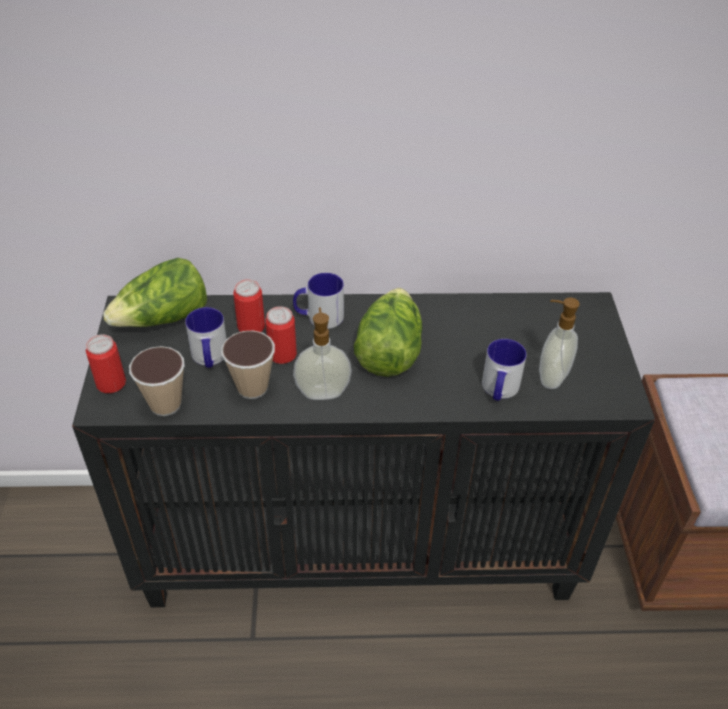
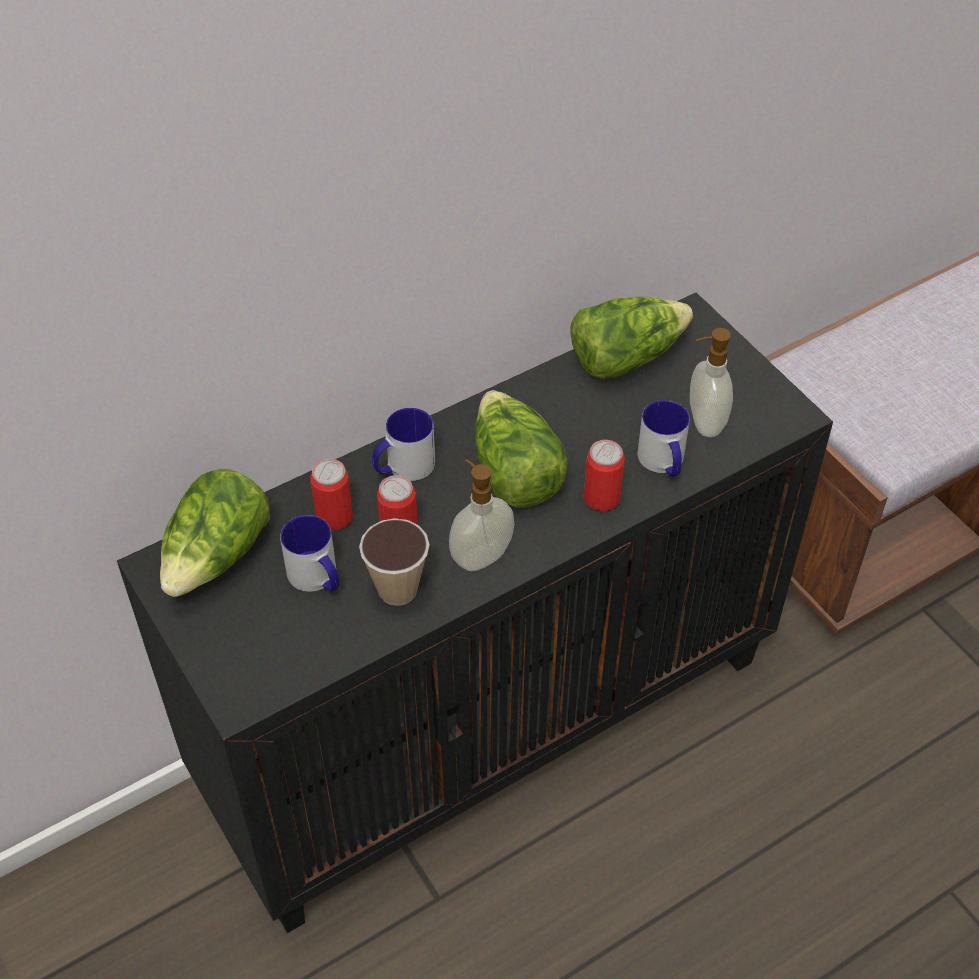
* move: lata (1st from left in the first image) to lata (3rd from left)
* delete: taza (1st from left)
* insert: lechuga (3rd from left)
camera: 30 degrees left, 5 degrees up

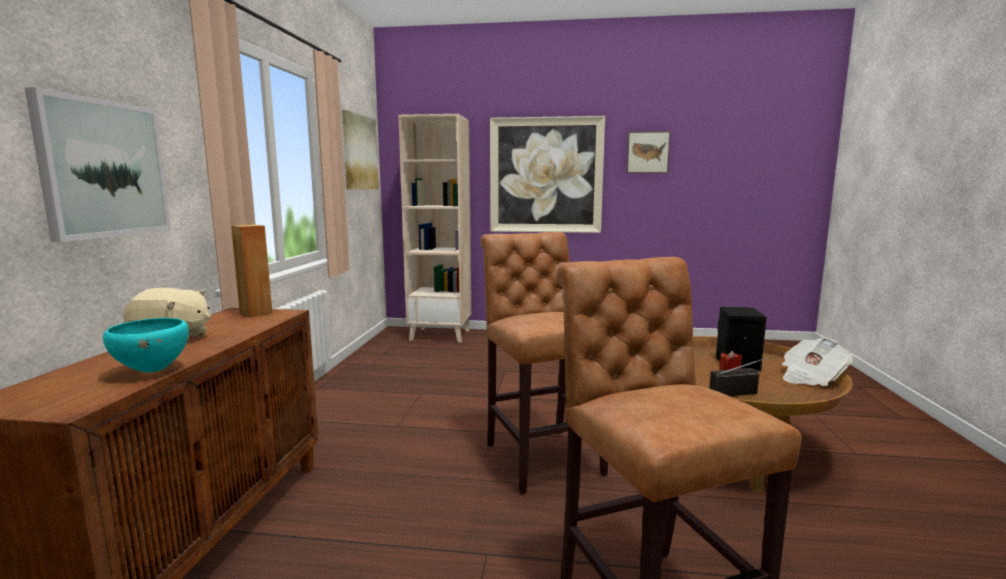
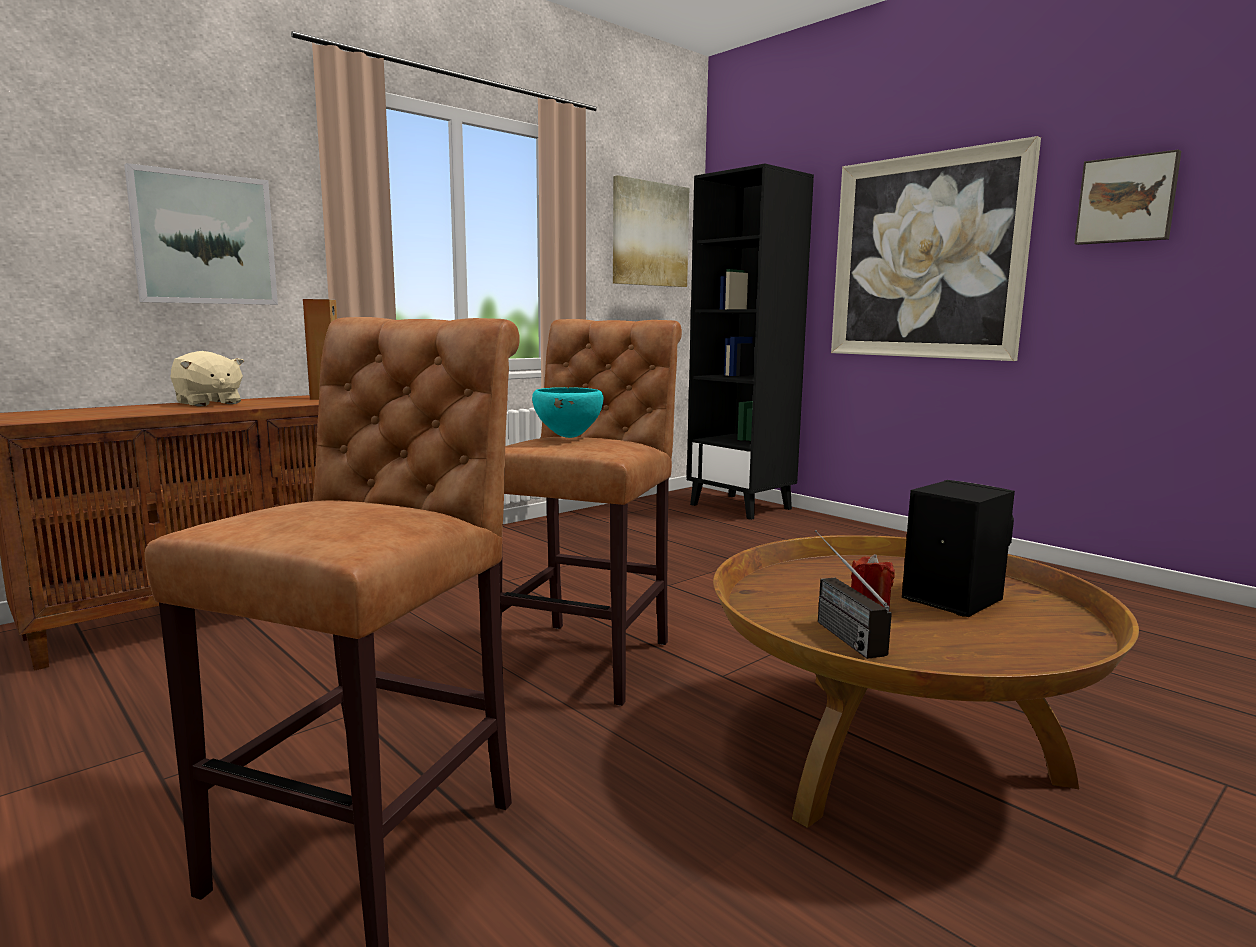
* move: cuenco/turquesa
* recolor: estantería/beis to estantería/negro
* rotate: radio 135 degrees counterclockwise
* delete: periódico
camera: 40 degrees right, 0 degrees up

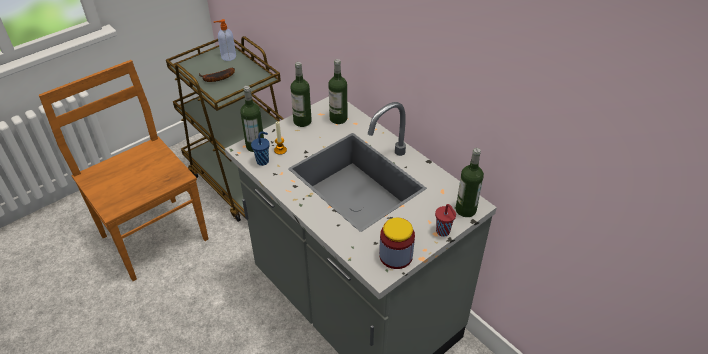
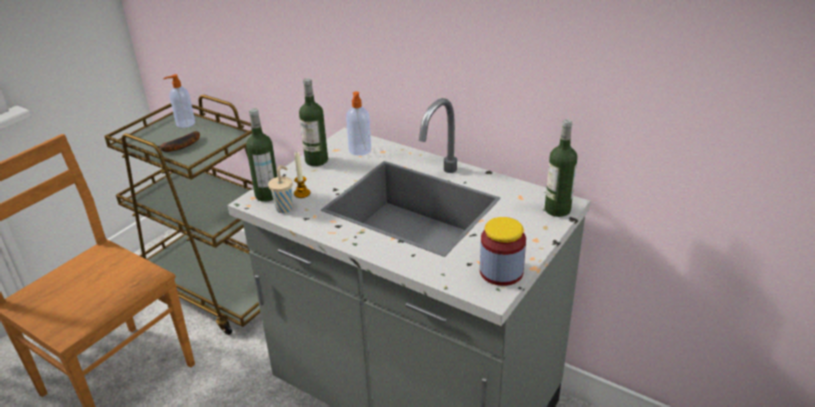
* recolor: taza/azul to taza/beis
* replace: botella (3rd from left) to dispensador de jabón (2nd from left)
* delete: taza/rojo
camera: 15 degrees left, 10 degrees down

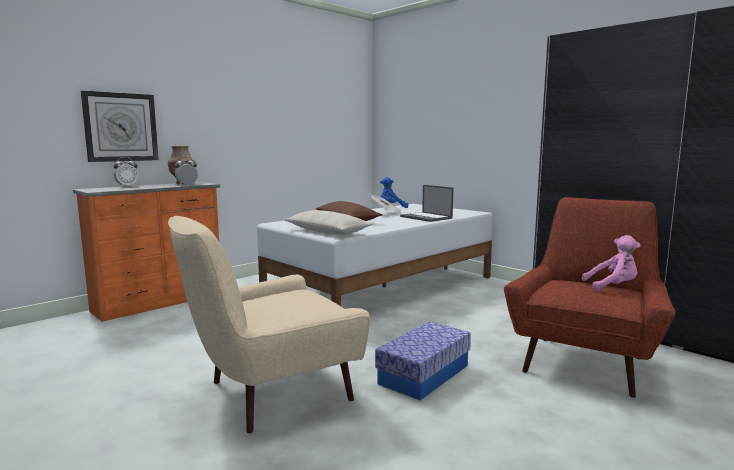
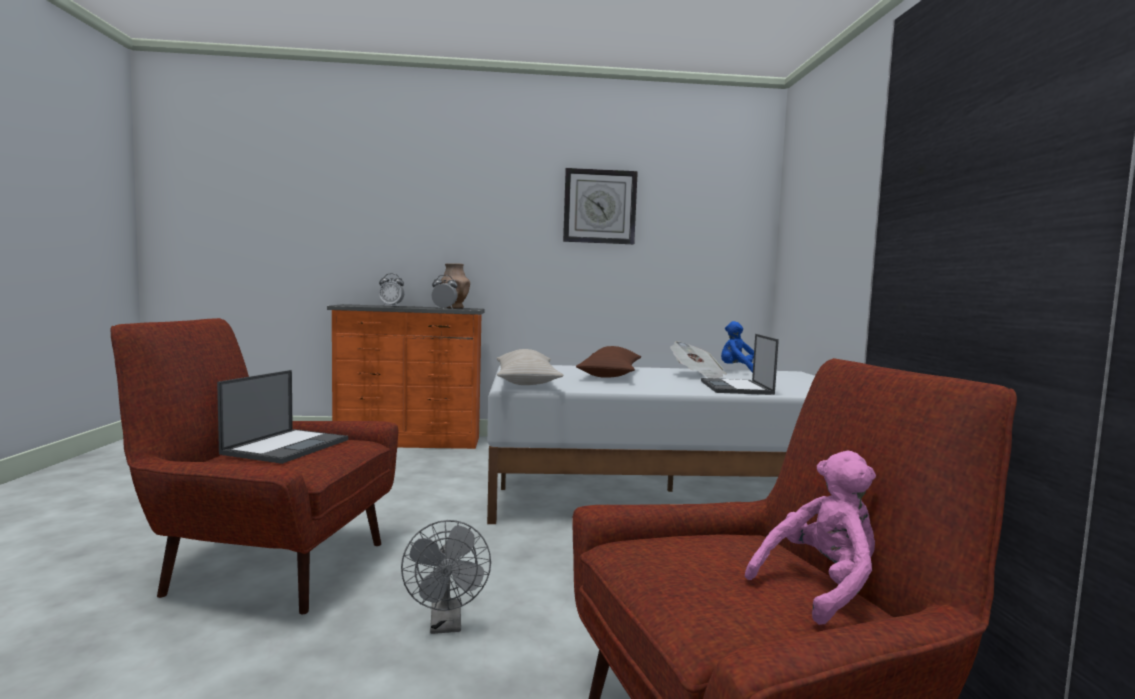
* move: reloj de pared
* recolor: sillón/beis to sillón/rojo (1st from left)
* replace: caja de almacenaje to ventilador/gris
* rotate: peluche/rosa 75 degrees counterclockwise
* insert: portátil (1st from left)
camera: 40 degrees right, 5 degrees down

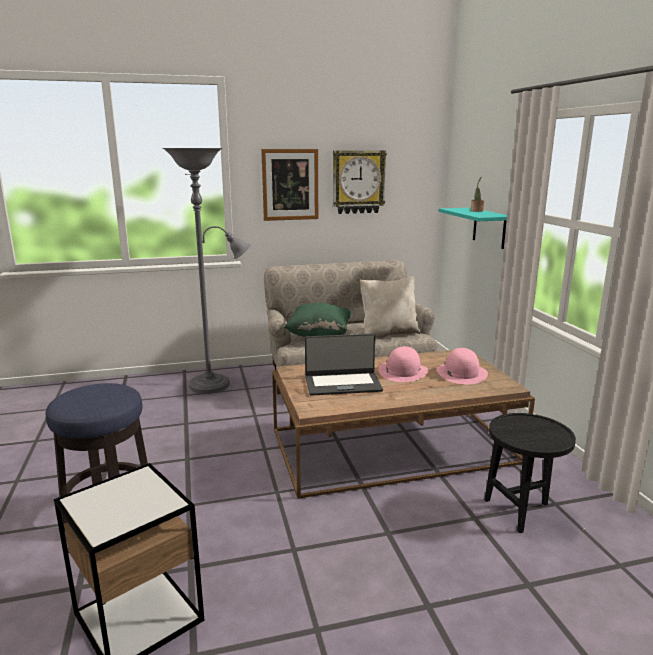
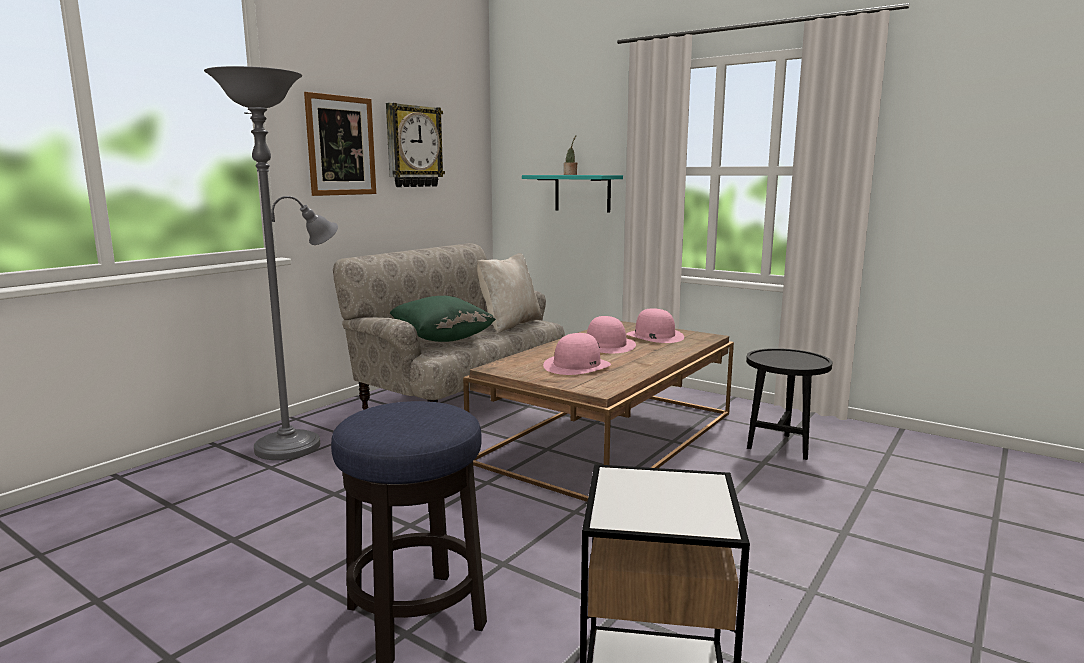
* replace: portátil to sombrero/rosa (1st from left)
camera: 40 degrees left, 5 degrees down

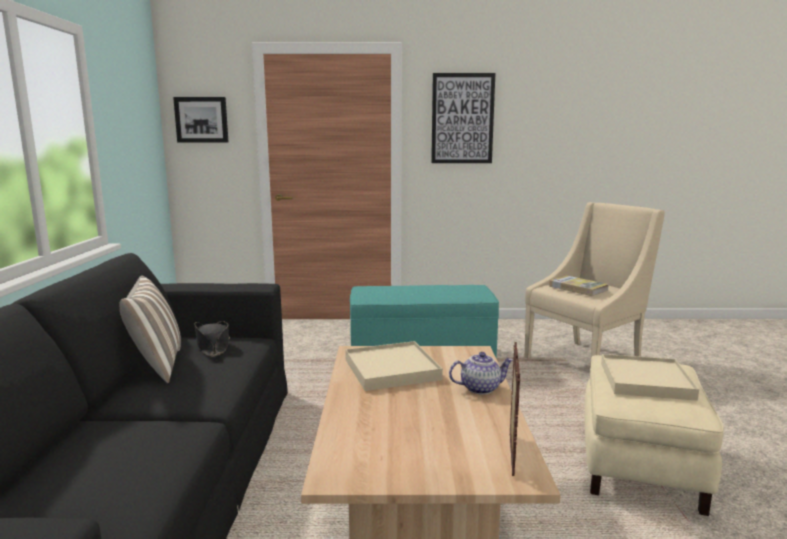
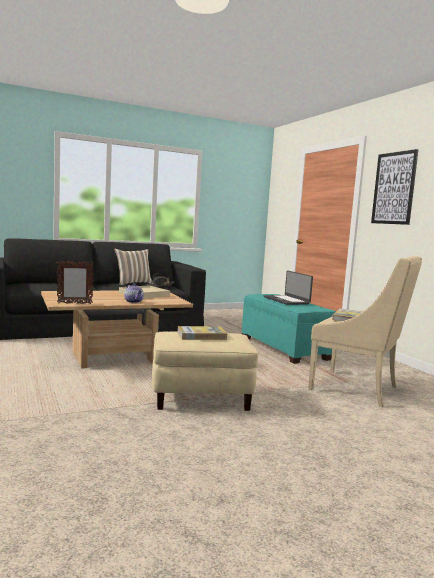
* delete: cuadro (1st from left)
* replace: bandeja/beis (2nd from left) to libro (1st from left)
* insert: portátil
camera: 65 degrees right, 5 degrees down

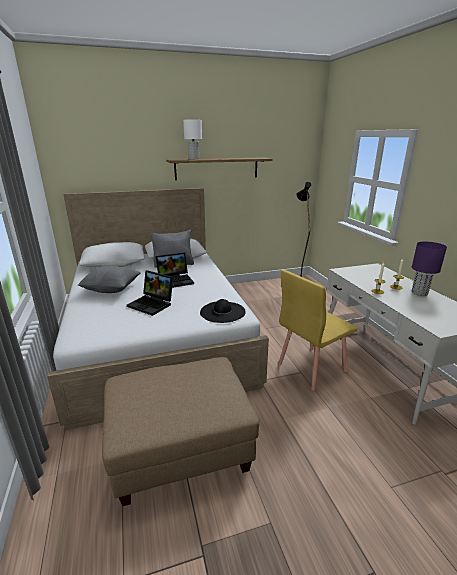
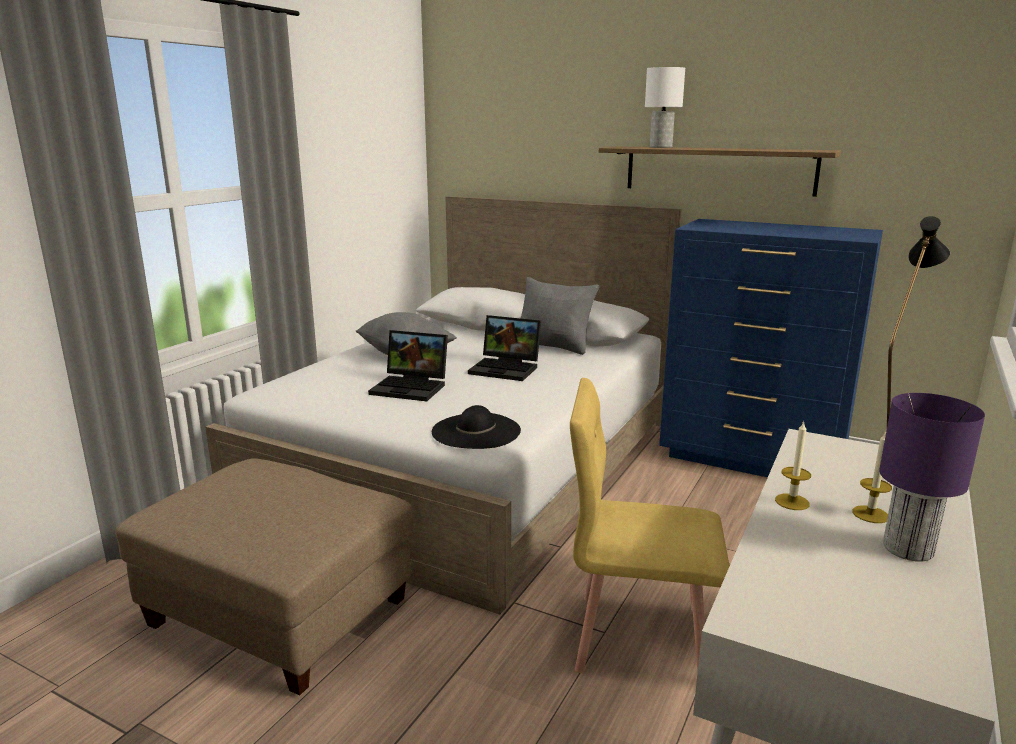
* rotate: portátil (1st from left) 60 degrees counterclockwise
* insert: cómoda/azul
camera: 45 degrees right, 5 degrees down

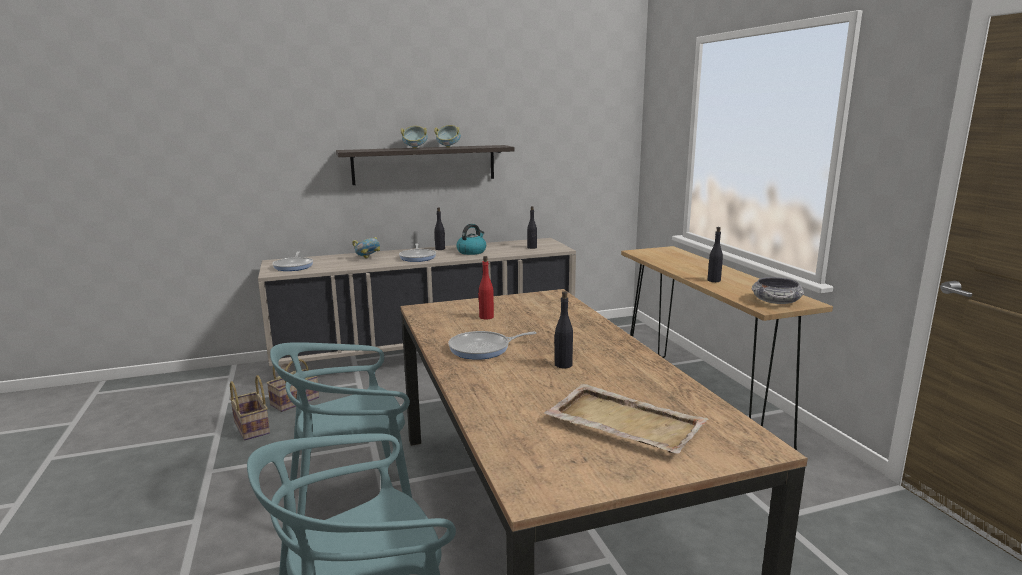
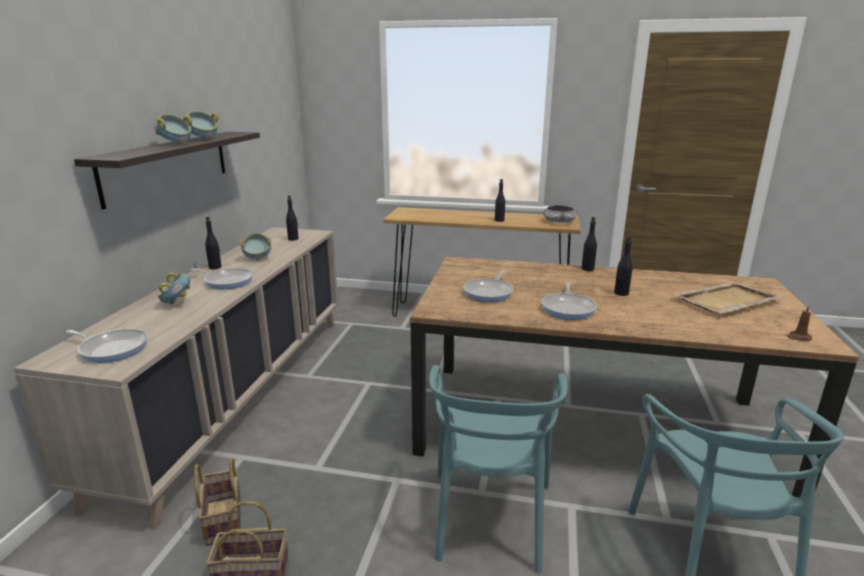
* replace: hervidor to cuenco (4th from left)
* replace: botella/rojo to sartén (3rd from left)
* insert: botella/negro (4th from left)
* insert: vela/marrón
camera: 60 degrees left, 5 degrees up

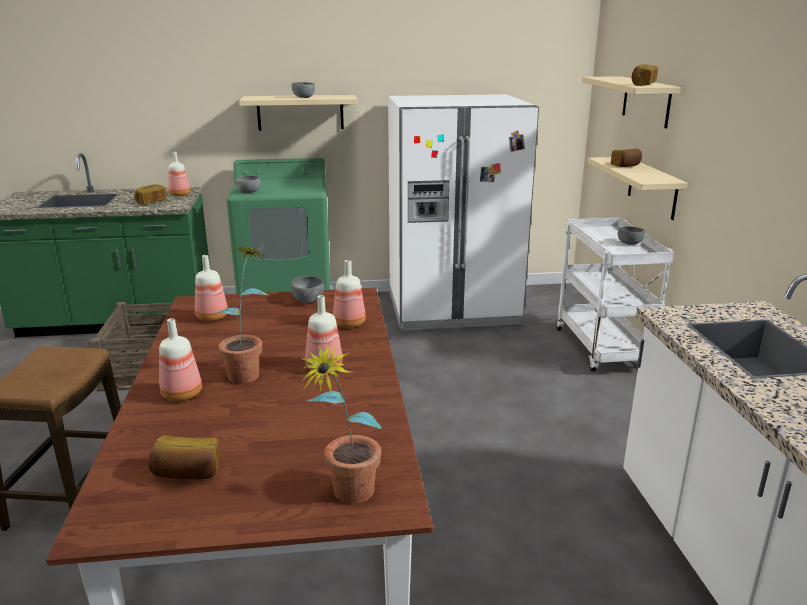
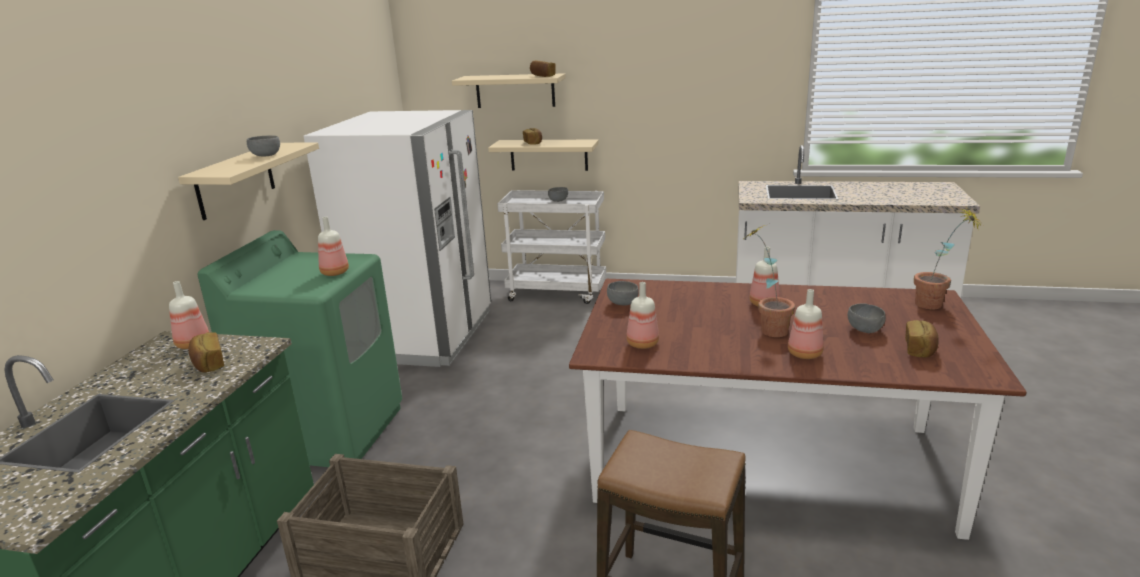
* move: cuenco/gris (1st from left in the first image) to cuenco/gris (4th from left)
* move: botella (5th from left in the first image) to botella (2nd from left)
camera: 70 degrees left, 0 degrees up

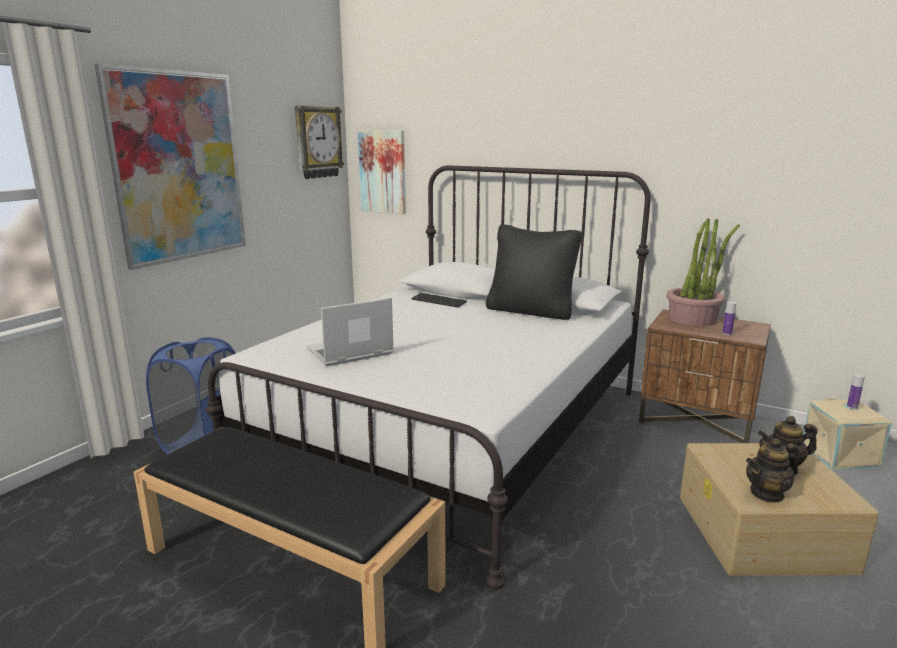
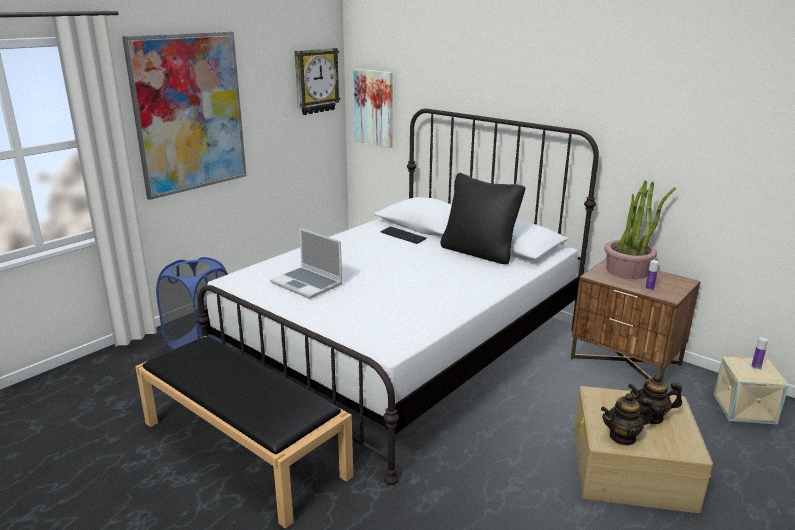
* rotate: portátil 120 degrees counterclockwise
camera: 10 degrees right, 5 degrees up

